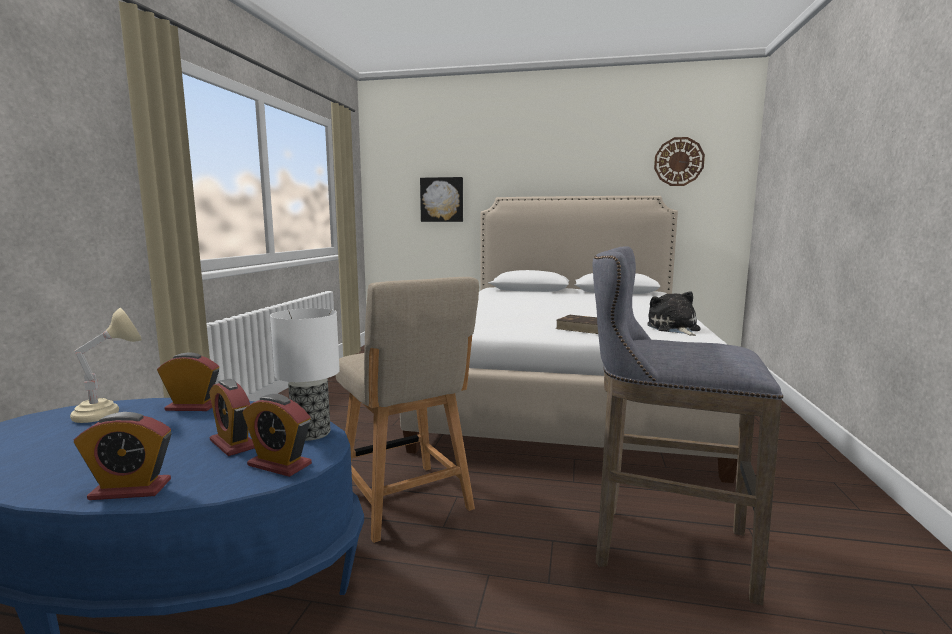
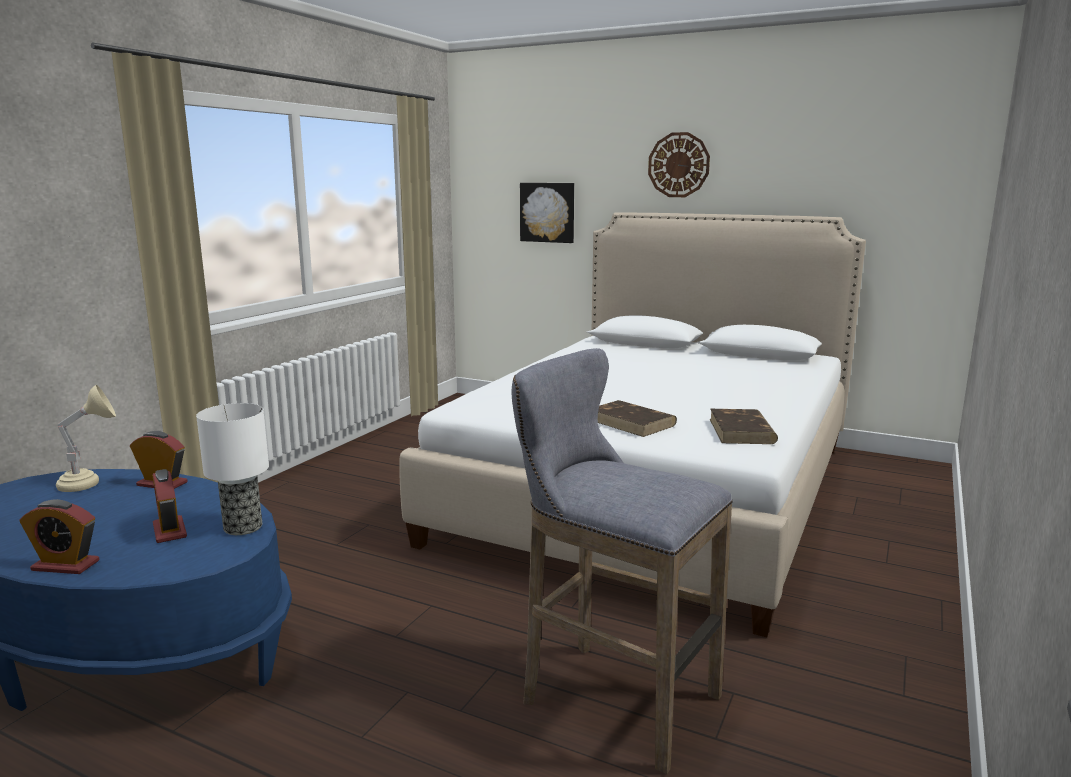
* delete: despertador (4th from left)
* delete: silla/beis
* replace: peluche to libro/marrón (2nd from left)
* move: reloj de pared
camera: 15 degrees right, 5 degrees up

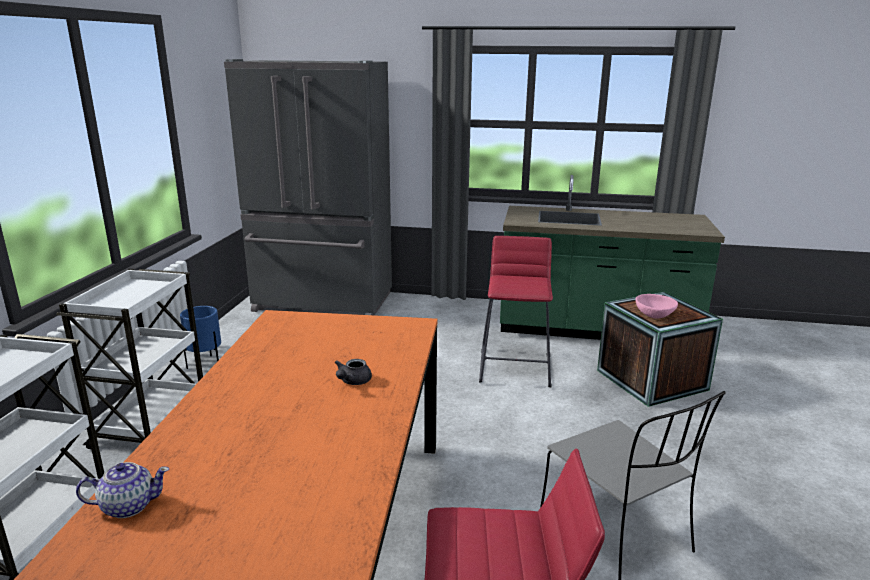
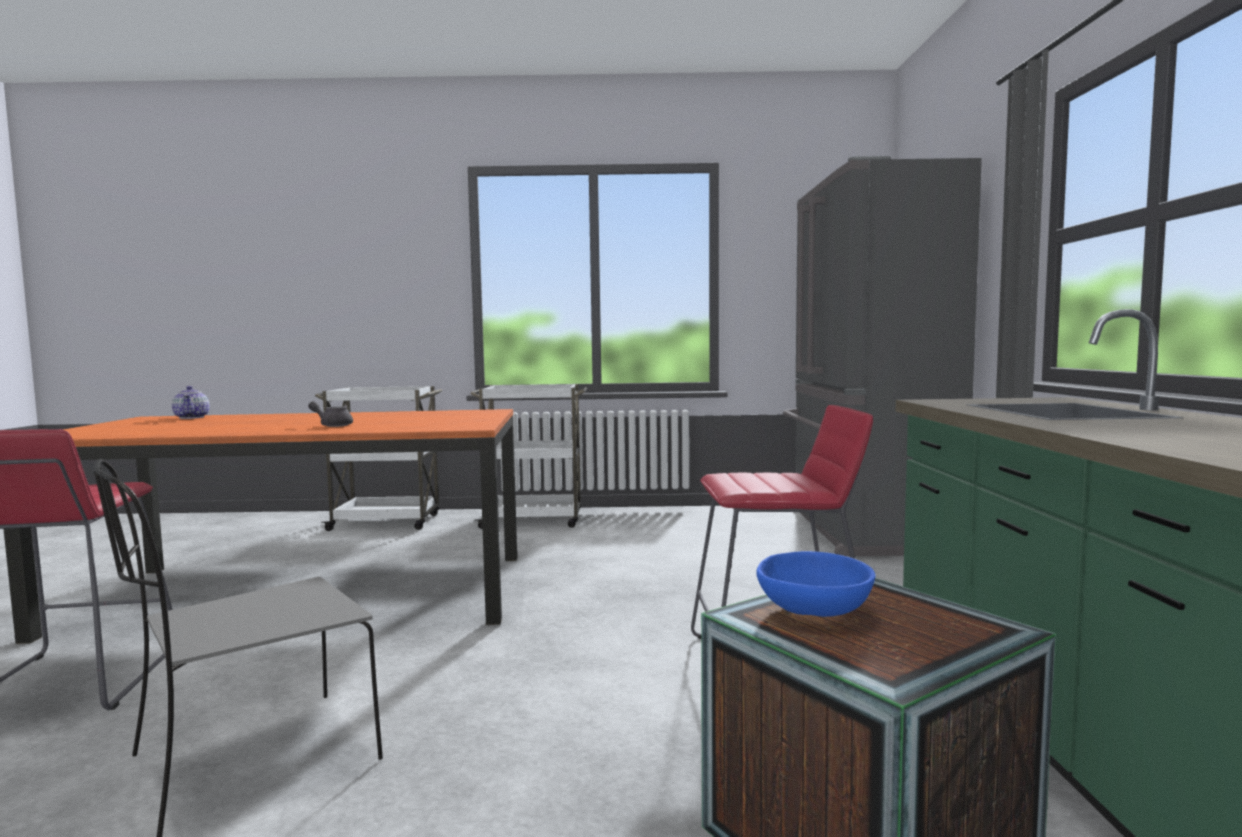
* delete: maceta/azul
* recolor: cuenco/rosa to cuenco/azul
camera: 80 degrees right, 15 degrees down

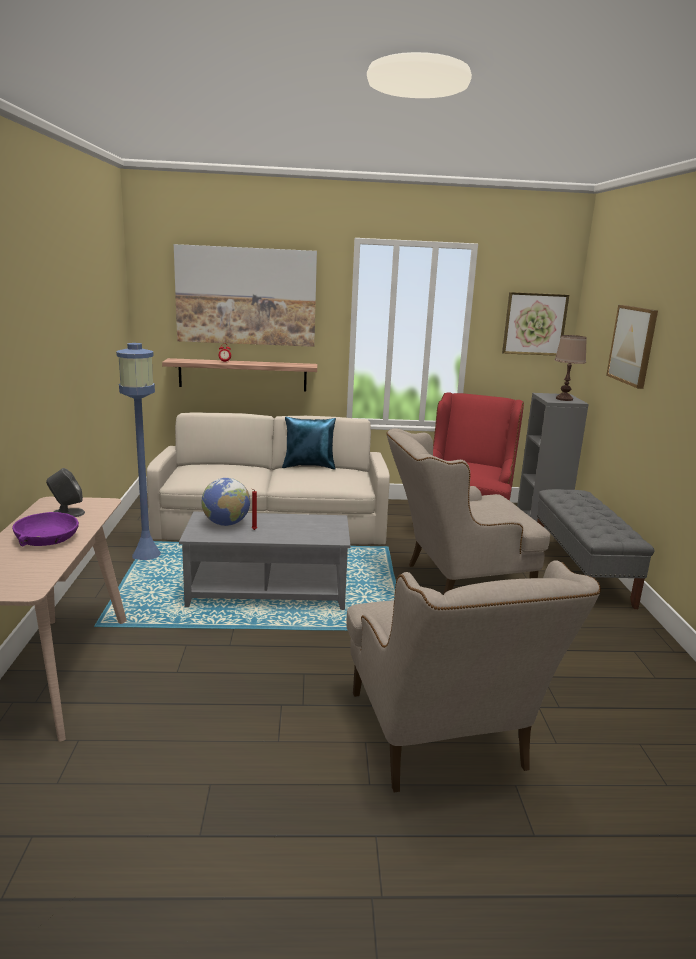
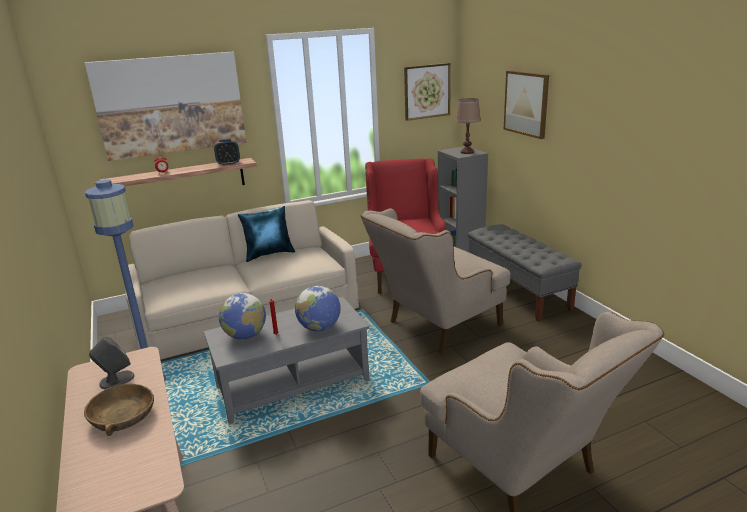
* recolor: cuenco/morado to cuenco/marrón
* insert: despertador (2nd from left)
* insert: globo terráqueo (2nd from left)
camera: 20 degrees left, 5 degrees up

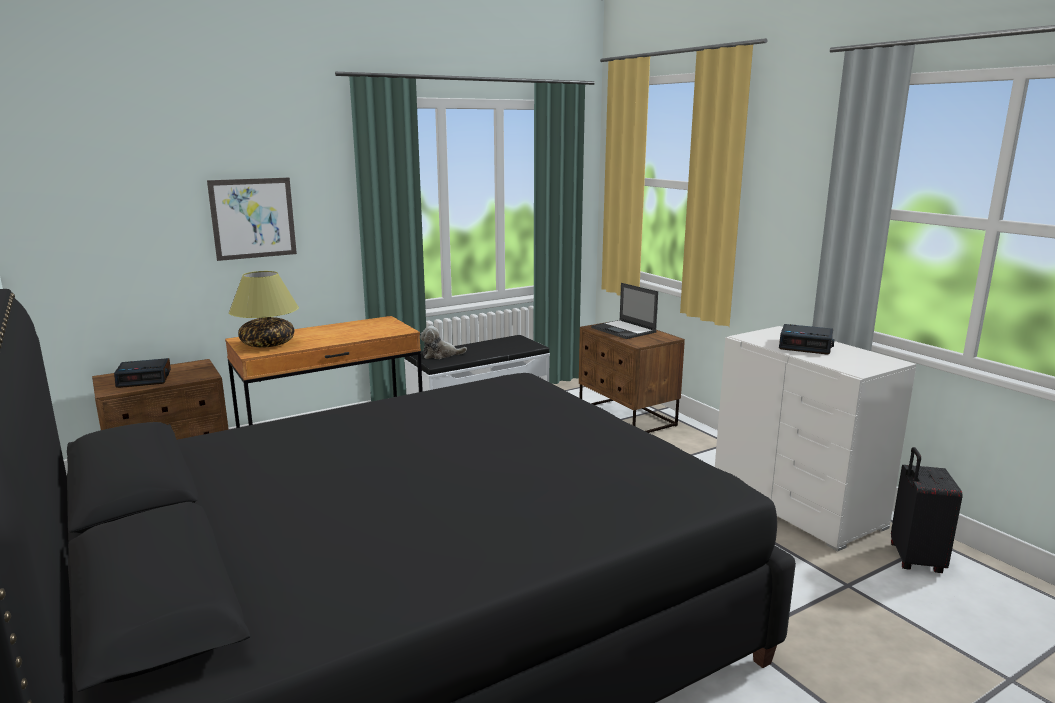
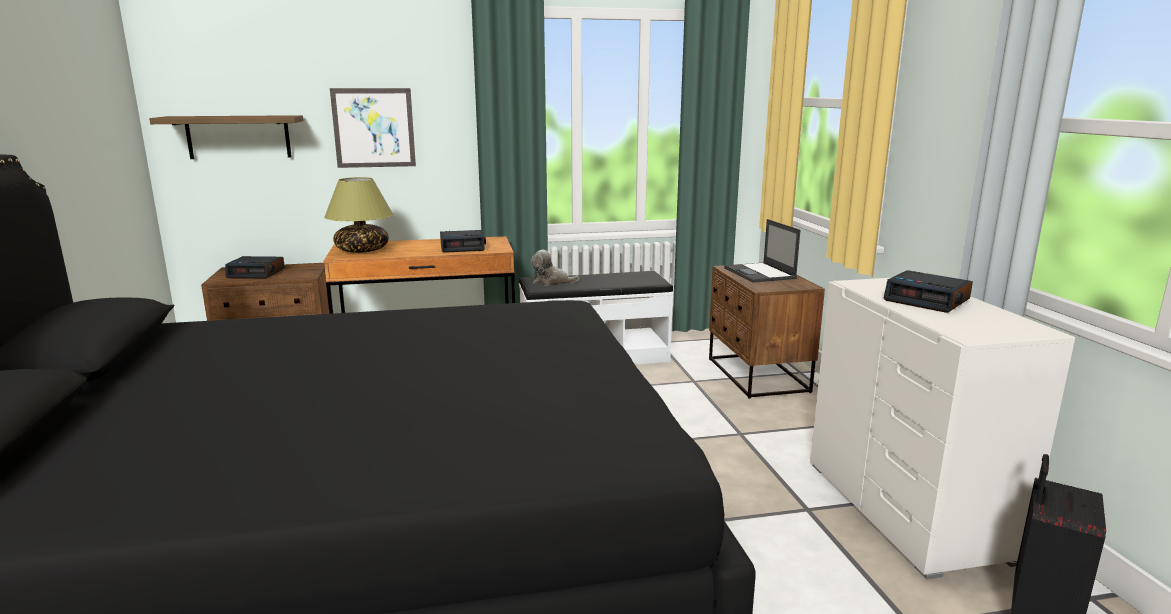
* insert: estante
* insert: despertador (2nd from left)
camera: 20 degrees right, 0 degrees up

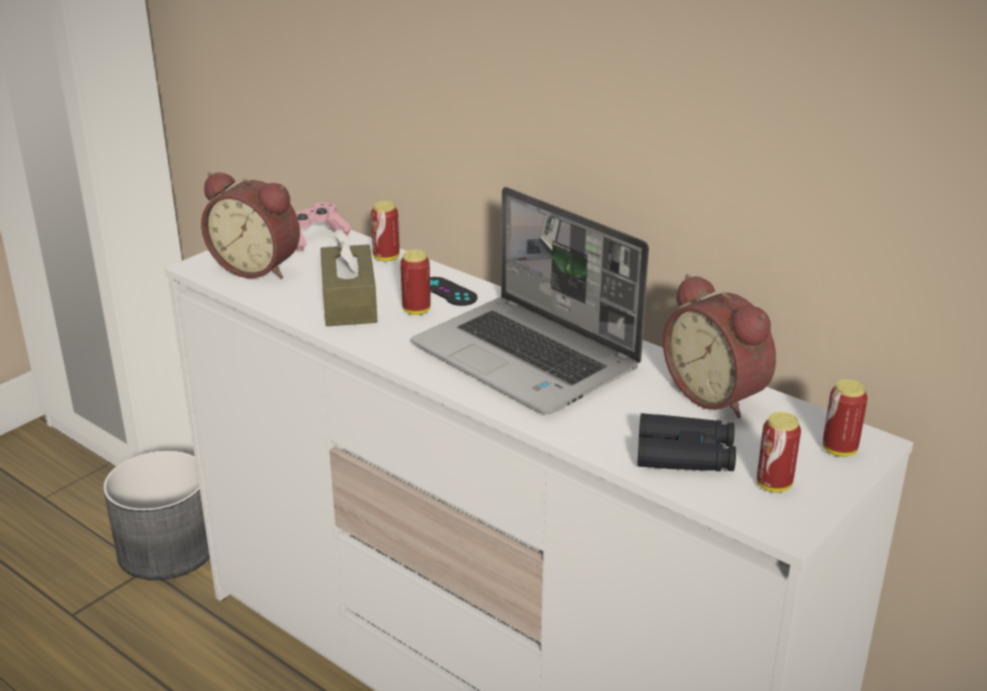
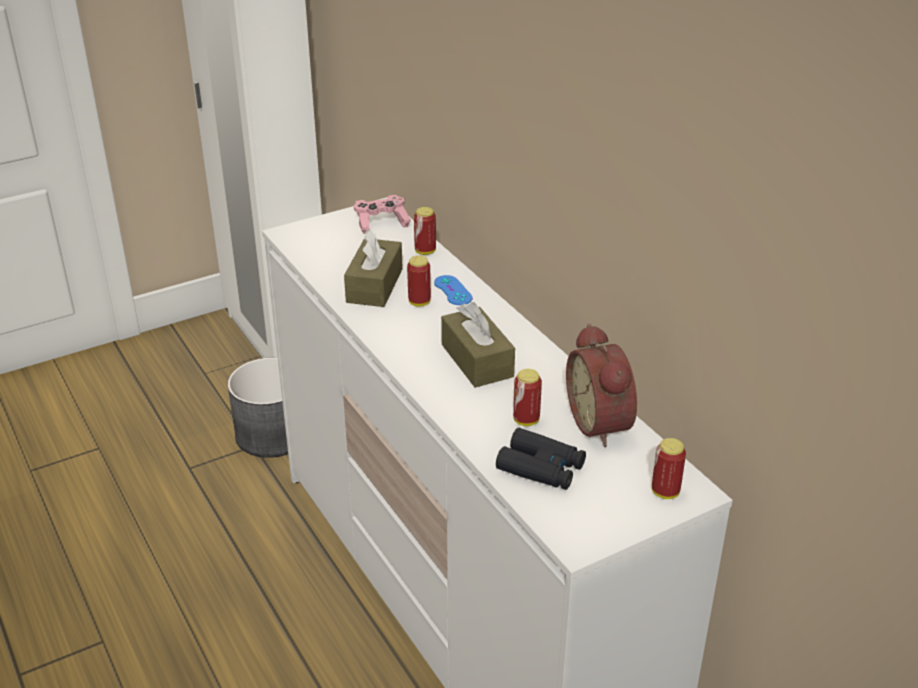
* delete: despertador (1st from left)
* replace: portátil to caja de pañuelos/marrón (2nd from left)
* recolor: mando de consola/negro to mando de consola/azul
* move: lata (3rd from left)
camera: 20 degrees right, 5 degrees up

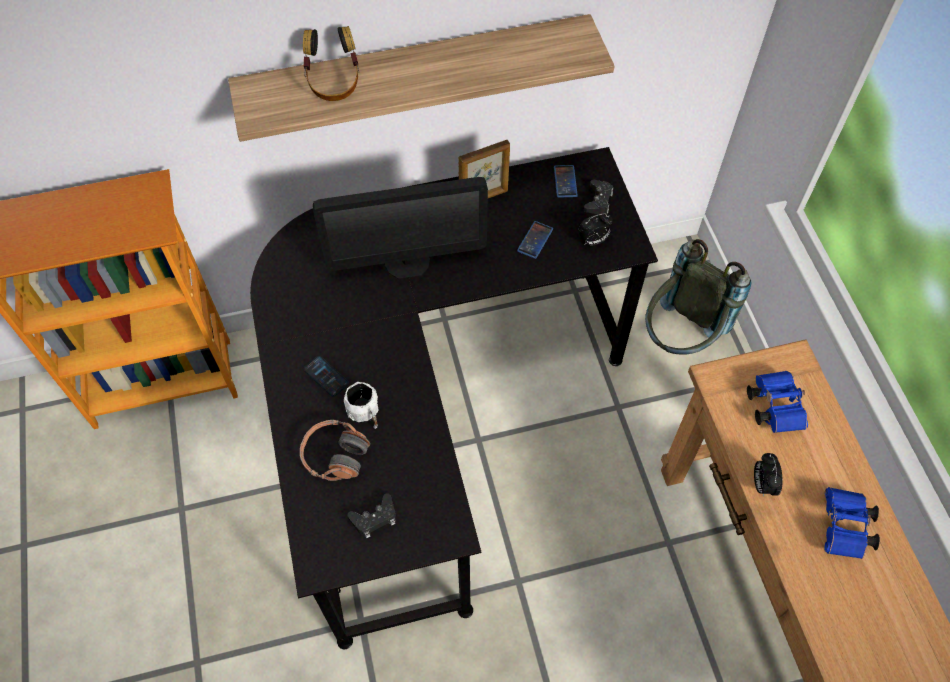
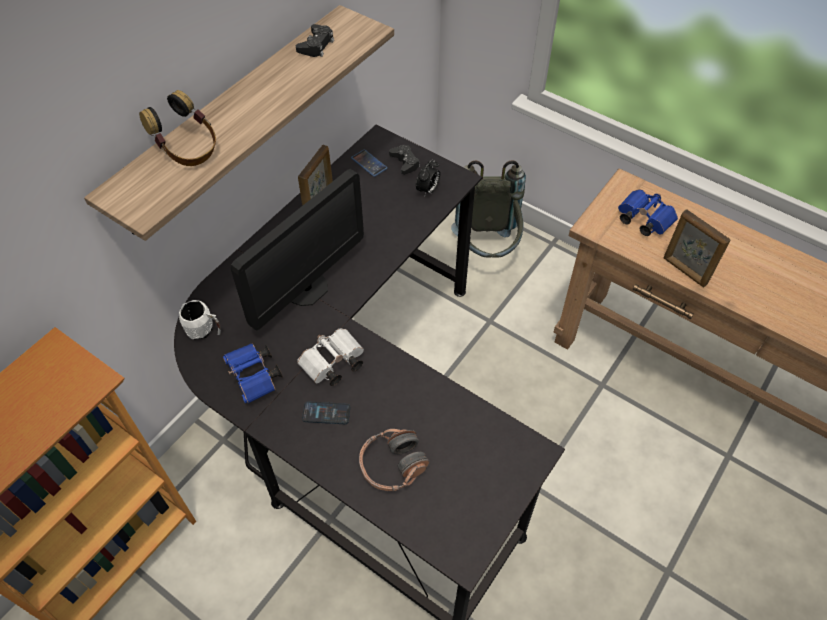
* move: taza grande/blanco
* move: mando de consola/negro (1st from left)
* delete: móvil (2nd from left)
* replace: despertador (2nd from left) to portarretratos (2nd from left)
* move: prismáticos/azul (2nd from left in the first image) to prismáticos/azul (1st from left)
* insert: prismáticos/blanco
camera: 40 degrees left, 5 degrees down

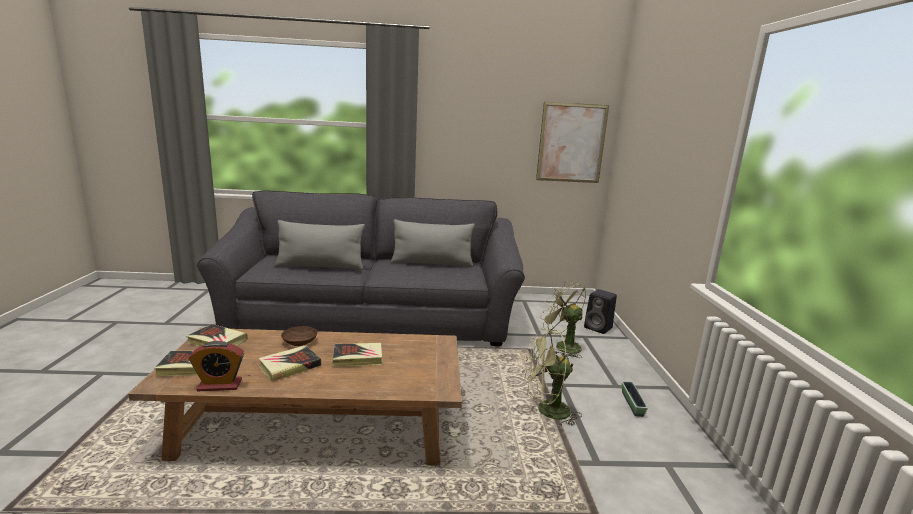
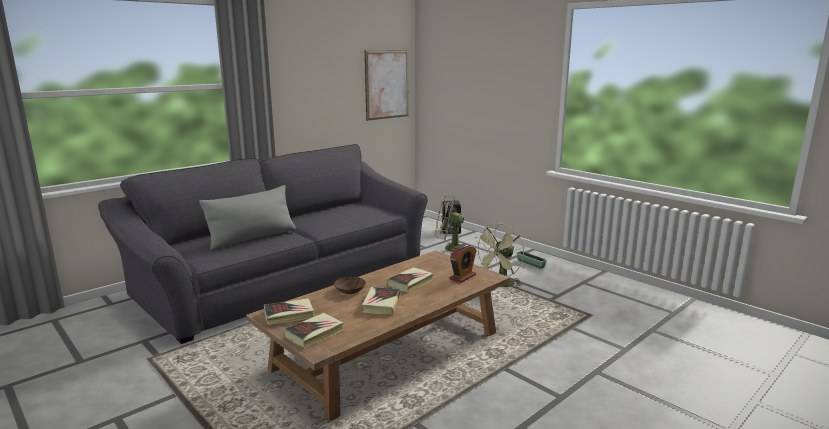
* move: despertador
* delete: cojín/gris (2nd from left)
camera: 40 degrees left, 0 degrees up

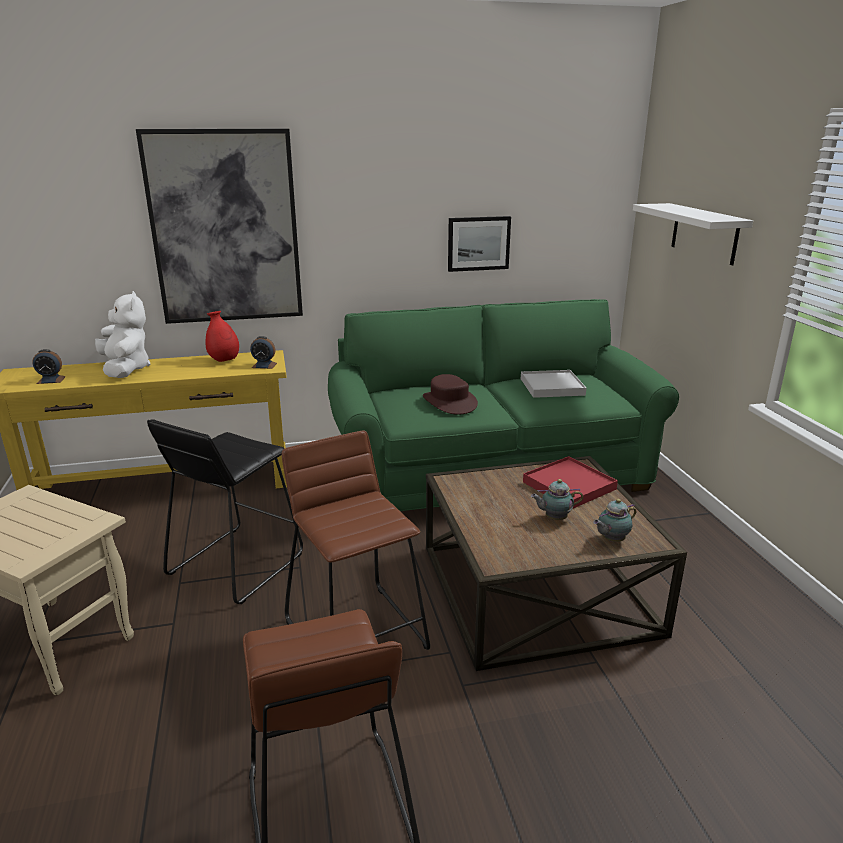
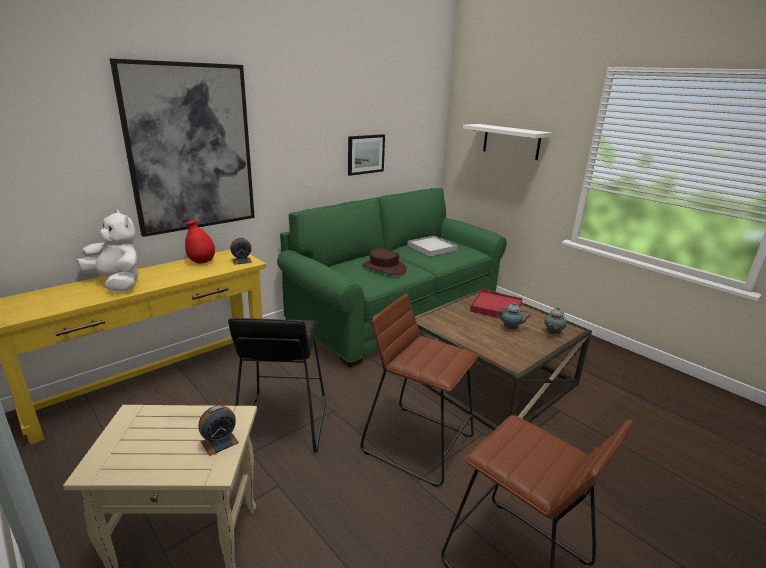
* move: despertador (1st from left)
* rotate: tetera (1st from left) 135 degrees counterclockwise
camera: 30 degrees left, 0 degrees up

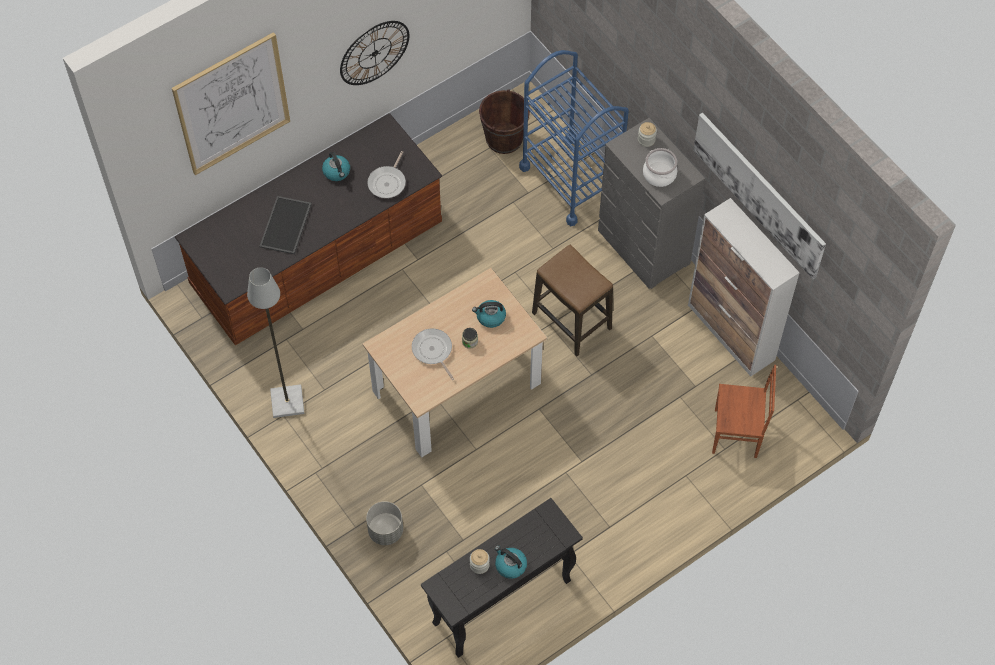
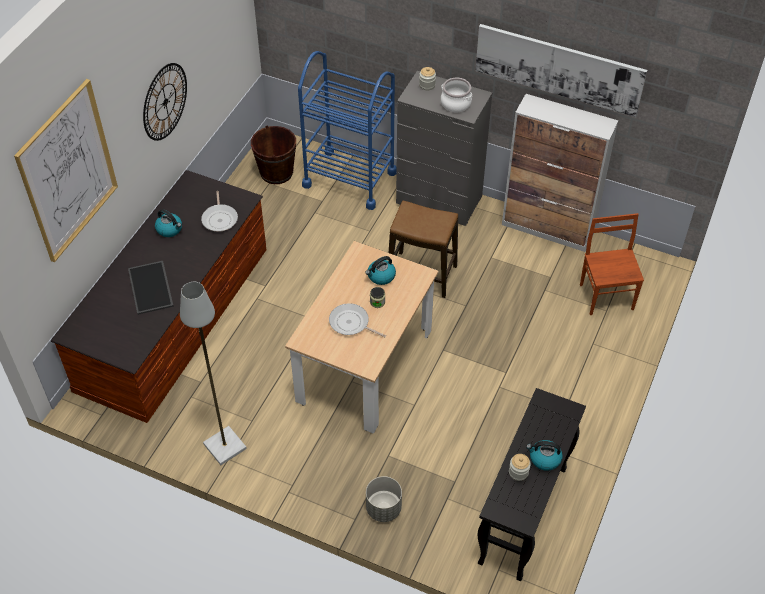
* rotate: silla/marrón 75 degrees counterclockwise
camera: 30 degrees left, 10 degrees down

